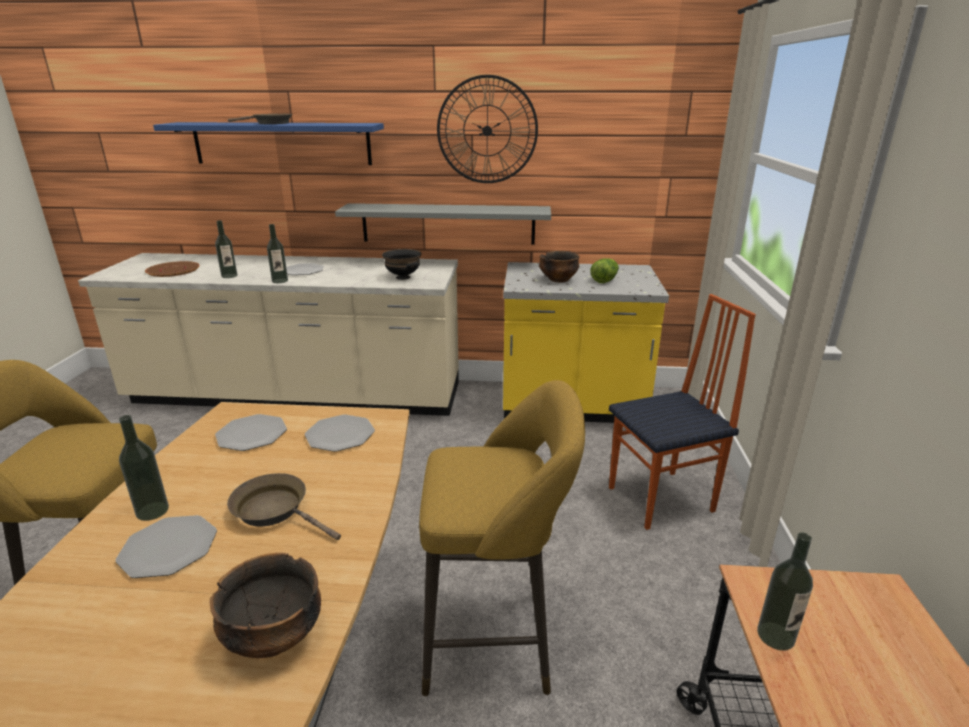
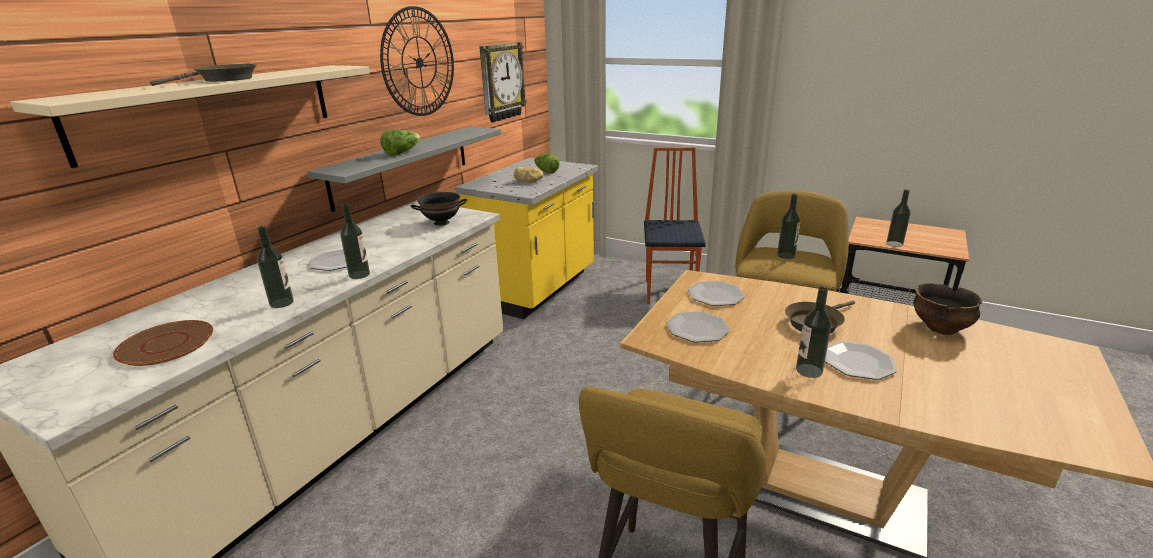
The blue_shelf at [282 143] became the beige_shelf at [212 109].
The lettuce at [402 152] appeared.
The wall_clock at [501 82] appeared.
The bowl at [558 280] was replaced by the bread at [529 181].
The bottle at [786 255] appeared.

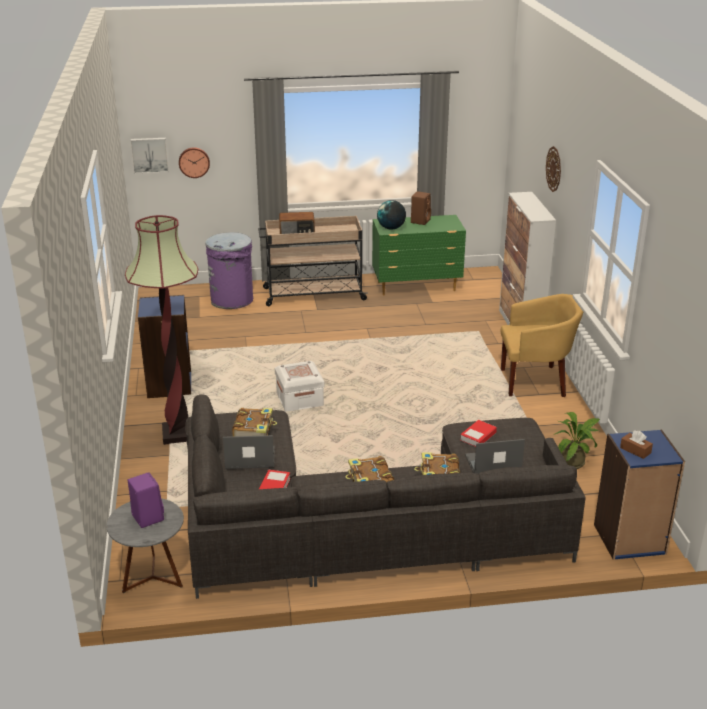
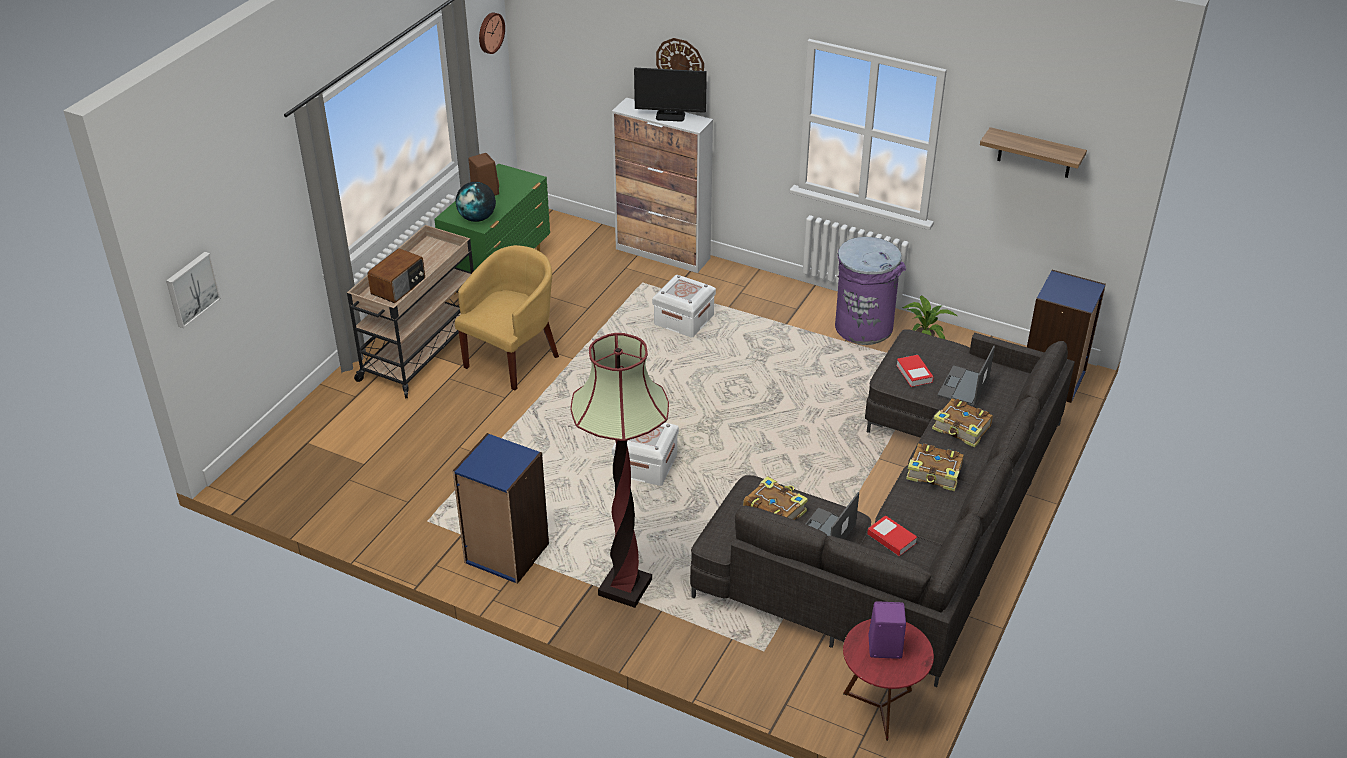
The yellow_armchair moved from [535 382] to [512 359].
The wall_clock moved from [194 162] to [490 32].
The monitor at [670 116] appeared.
The white_storage_box at [684 320] appeared.
The purple_trash_can moved from [232 300] to [863 326].
The grey_side_table at [152 578] became the red_side_table at [880 708].
The shelf at [1035 153] appeared.
The brown_tissue_box at [635 450] disappeared.

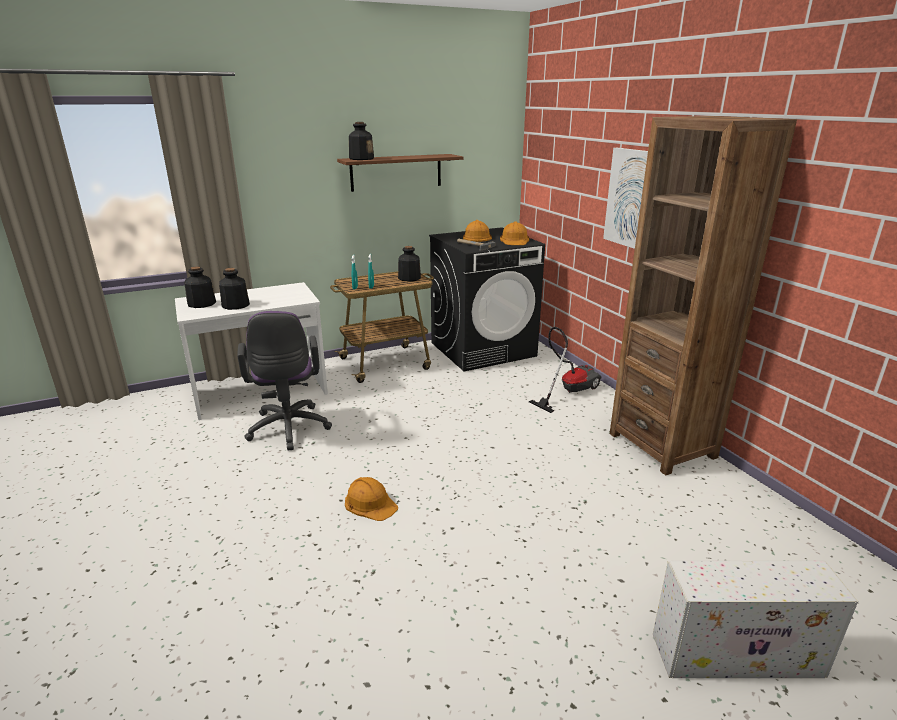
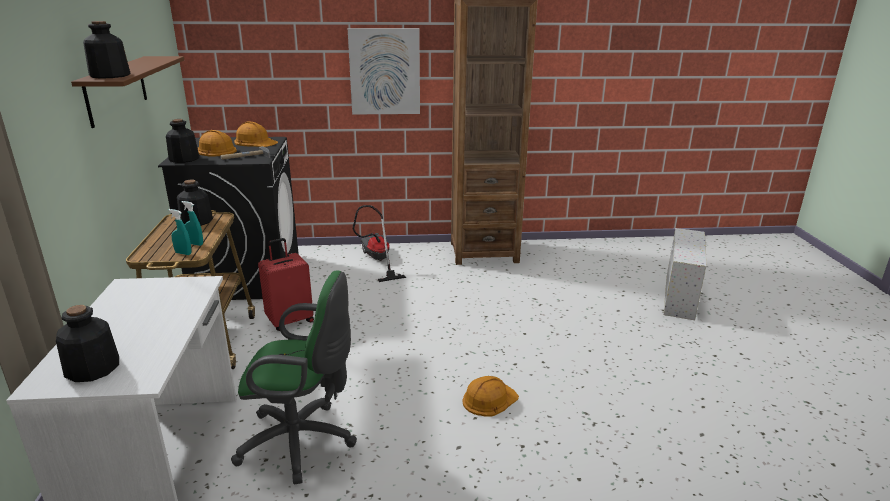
The bottle moved from [235 305] to [184 159].
The purple_office_chair at [289 430] became the green_office_chair at [302 442].
The red_suitcase at [290 321] appeared.

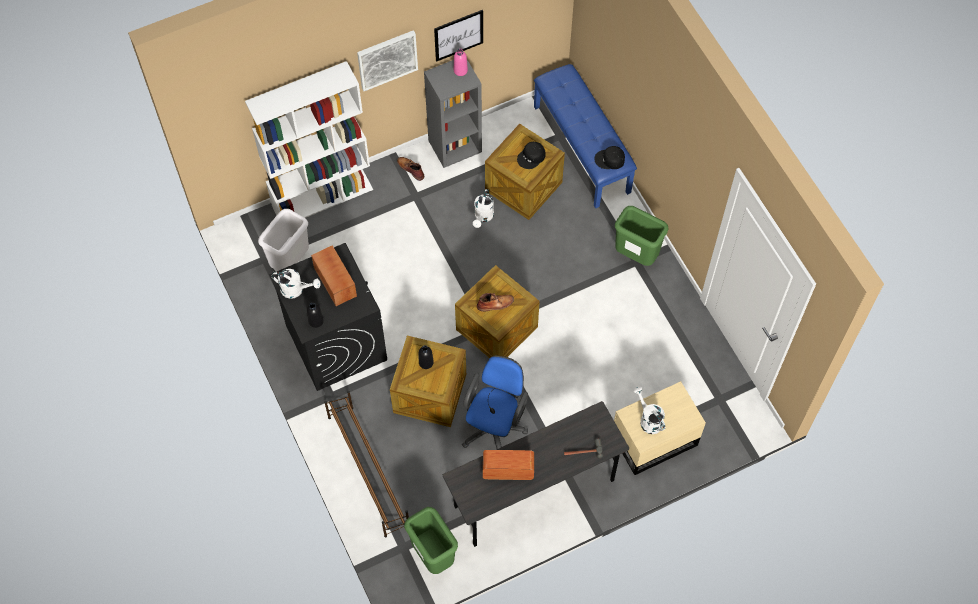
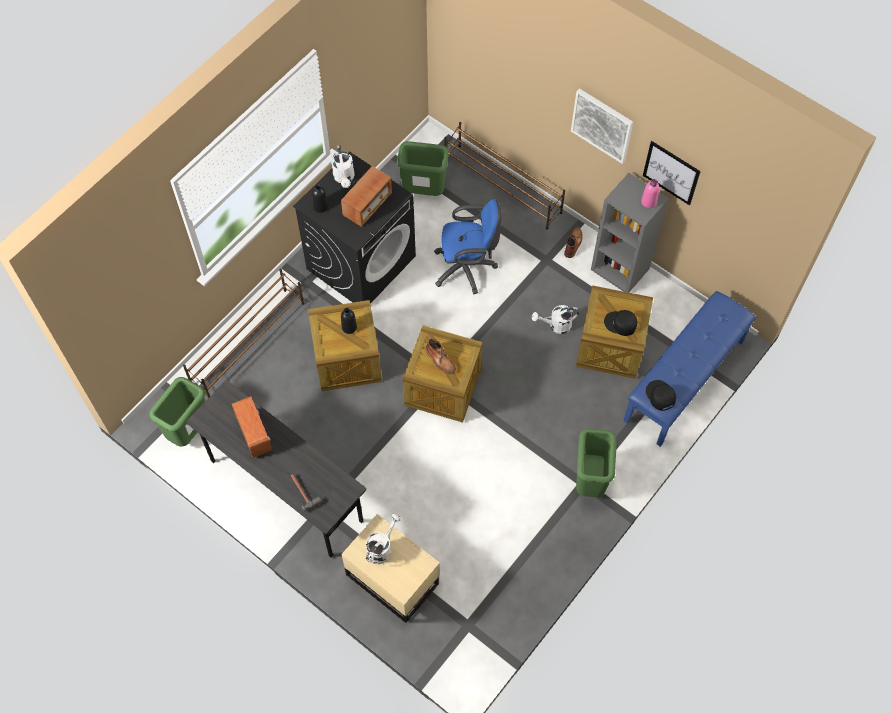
The white_trash_can at [290 260] became the green_trash_can at [424 191].
The blue_office_chair moved from [495 426] to [467 268].
The white_bookcase at [322 197] was replaced by the brown_shoe_rack at [502 187].

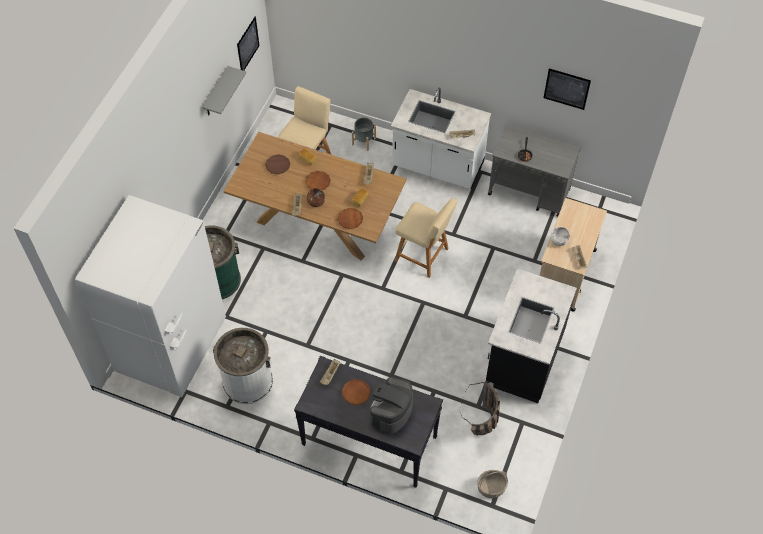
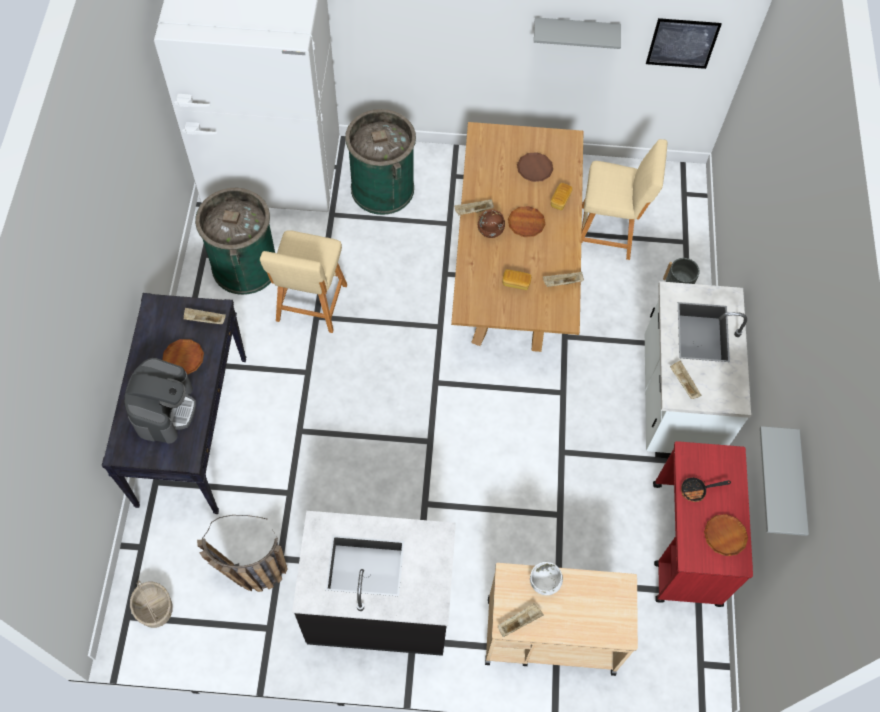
The coffee_machine at [390 411] turned 90 degrees clockwise.
The white_trash_can at [247 381] became the green_trash_can at [245 266].
The beige_stool moved from [424 256] to [310 306].
The grey_cart at [529 192] became the red_cart at [686 544].
The brown_plate moved from [350 219] to [724 536].
The picture at [566 89] was replaced by the grey_shelf at [797 488].

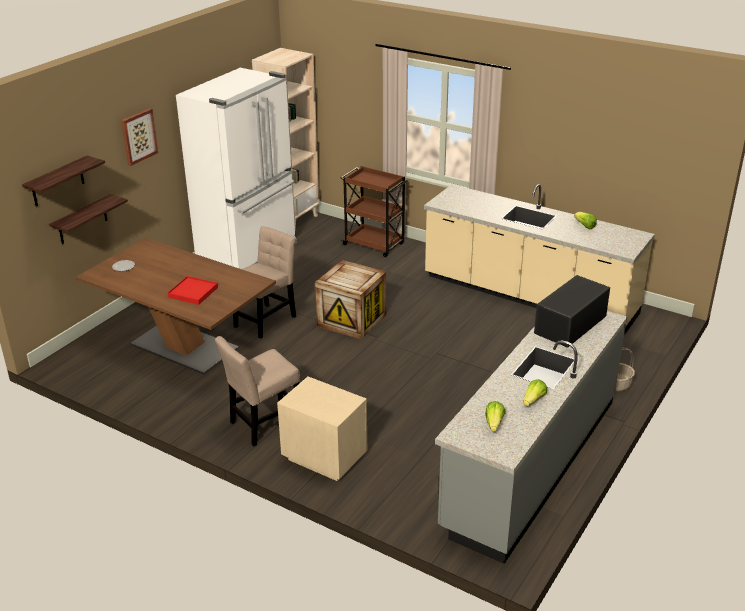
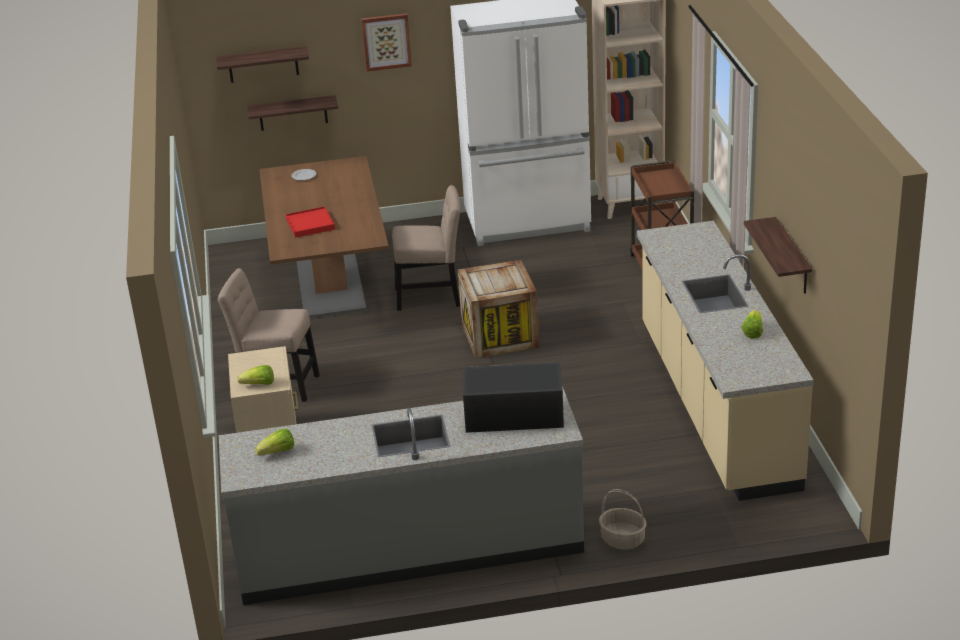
The lettuce moved from [533 400] to [259 384].
The shelf at [792 257] appeared.

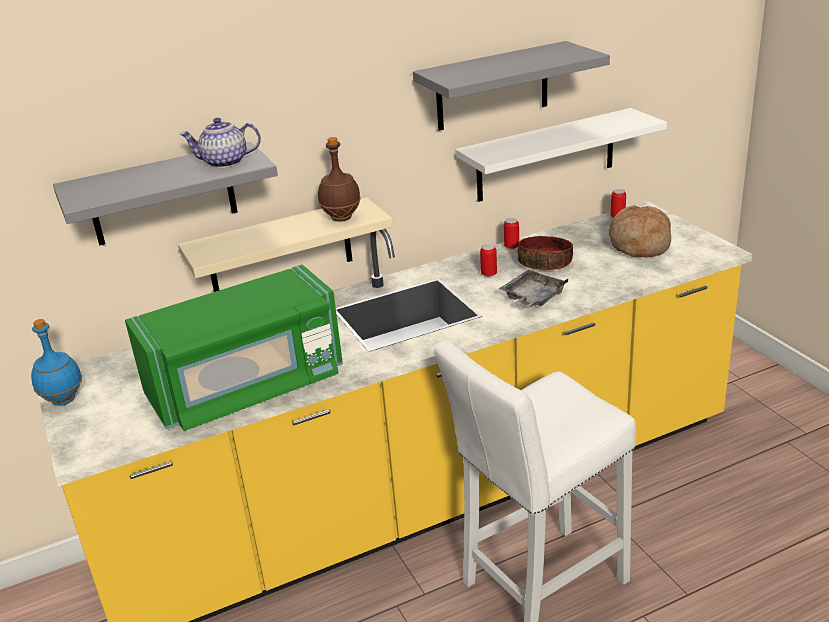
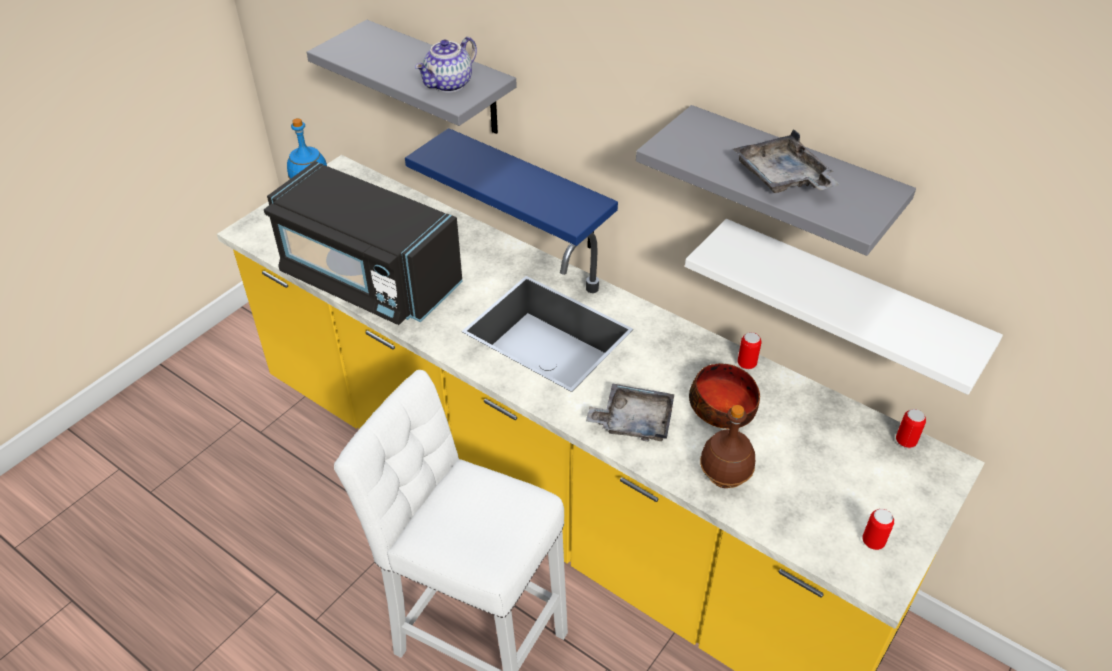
The green_microwave at [247 387] became the black_microwave at [368 279].
The beige_shelf at [280 249] became the blue_shelf at [530 191].
The teapot at [224 163] turned 105 degrees counterclockwise.
The brown_bottle moved from [341 218] to [723 478].
The grey_tray at [782 178] appeared.
The can moved from [489 274] to [873 542].
The bread at [639 244] disappeared.

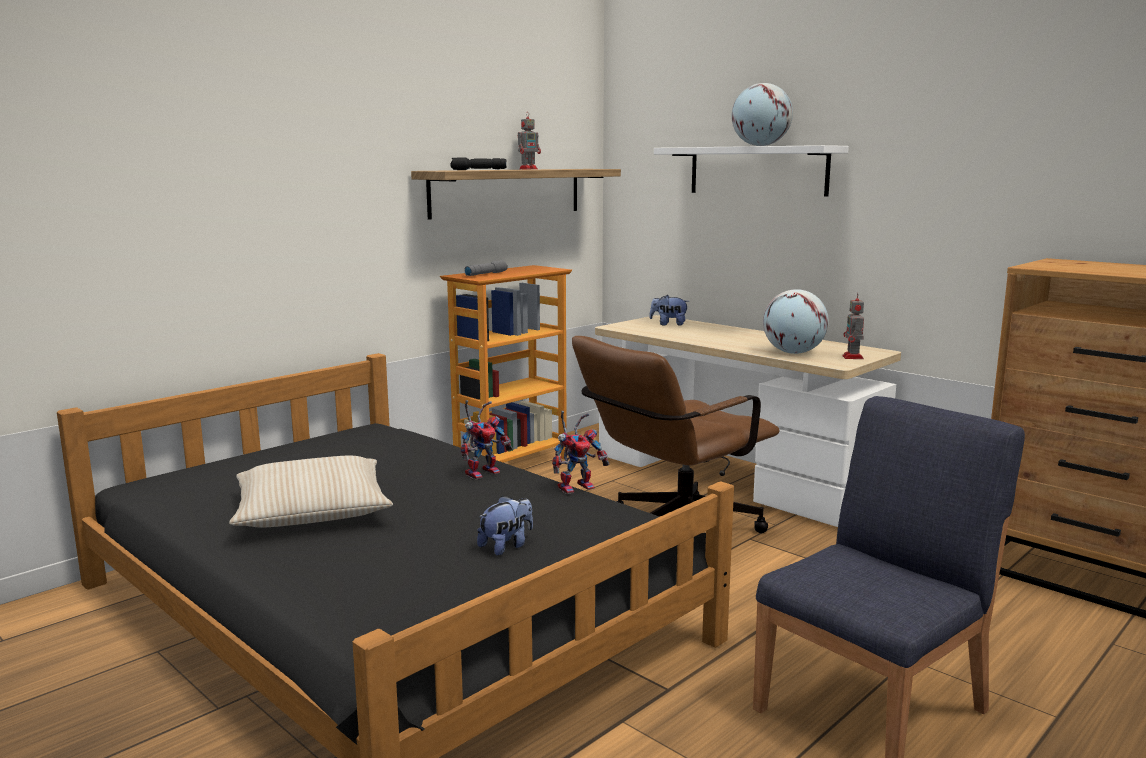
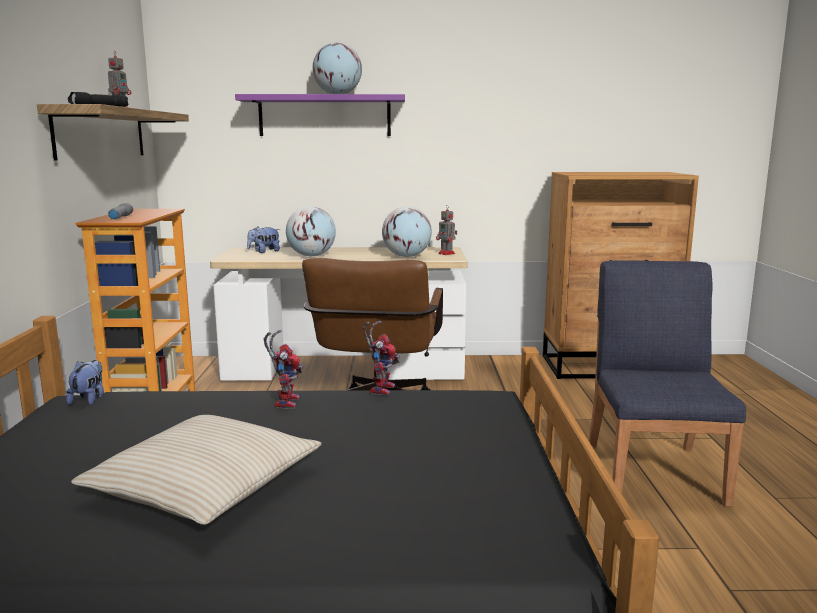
The plush_toy moved from [506 546] to [89 399].
The white_shelf at [757 170] became the purple_shelf at [324 116].
The globe at [311 256] appeared.

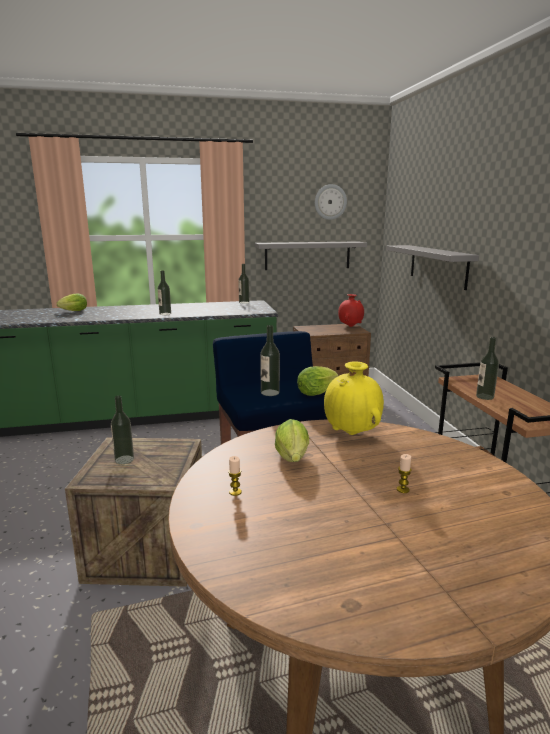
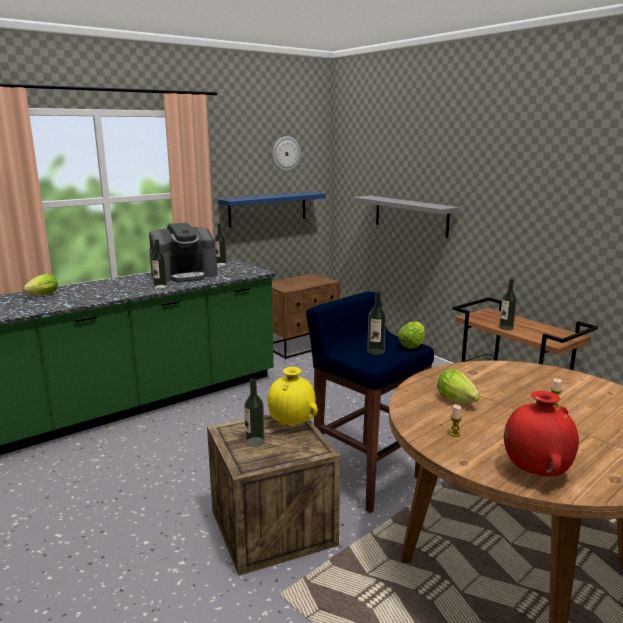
The coffee_machine at [184 275] appeared.
The grey_shelf at [307 255] became the blue_shelf at [268 209].
The yellow_vase moved from [352 433] to [292 425].
The red_vase moved from [350 326] to [535 472].

